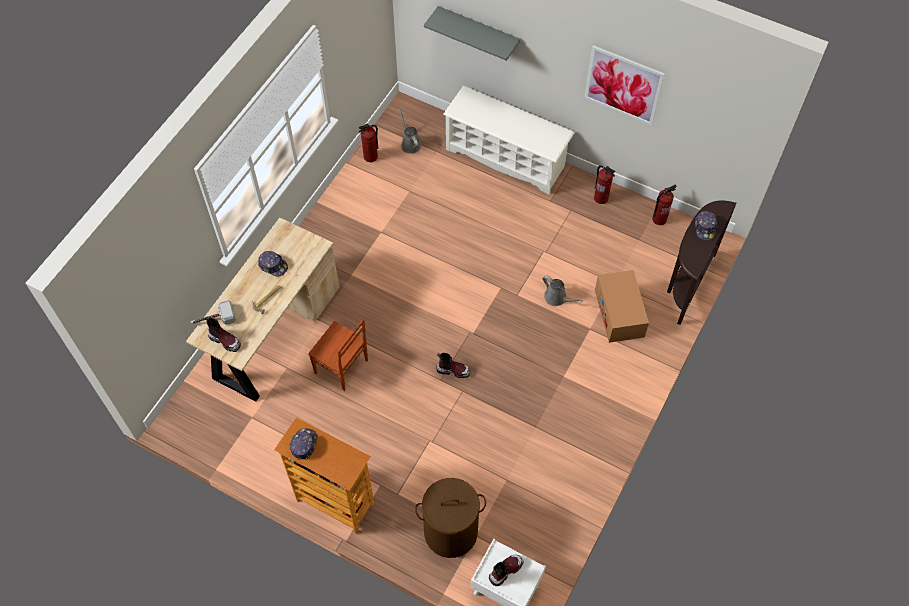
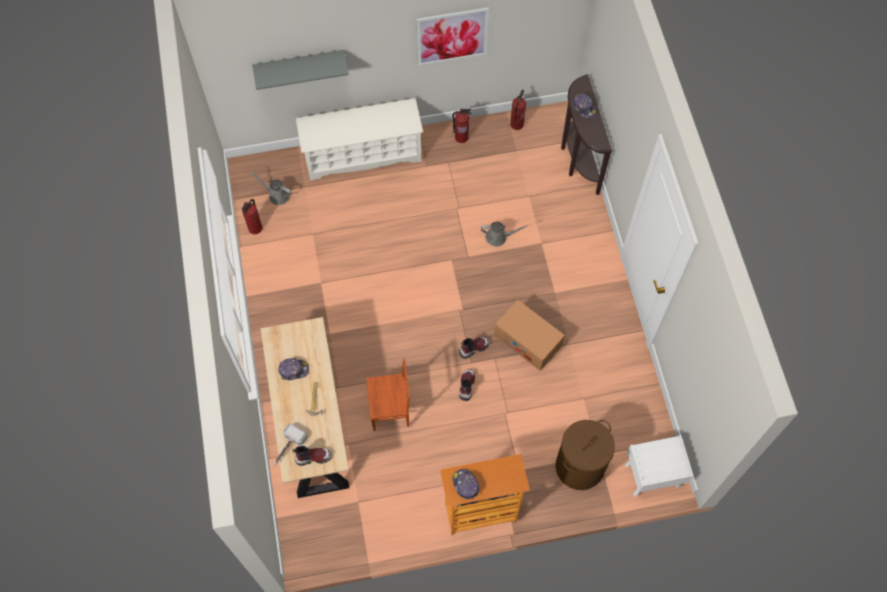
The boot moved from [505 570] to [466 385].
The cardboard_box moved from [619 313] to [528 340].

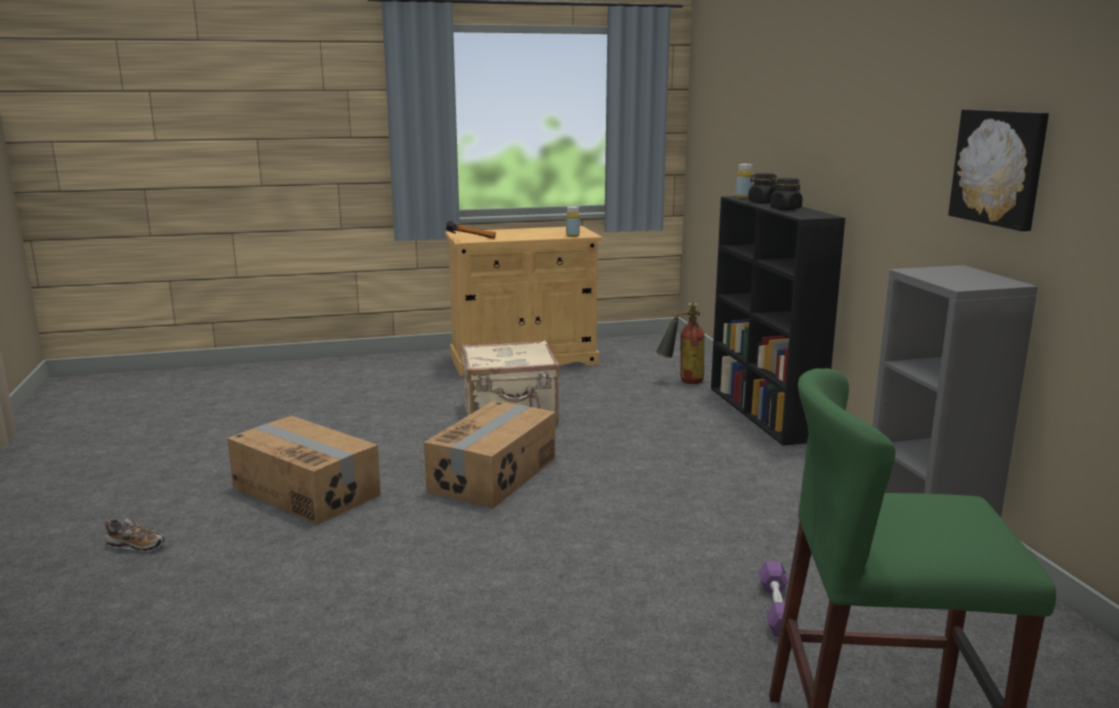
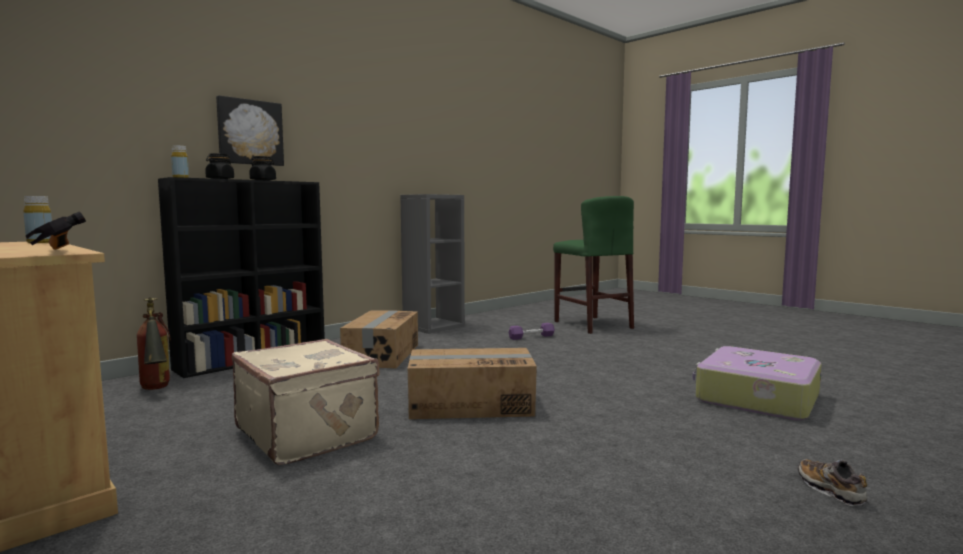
The picture moved from [1000 167] to [250 132].
The cardboard_box moved from [307 491] to [381 355].
The suitcase at [755 398] appeared.

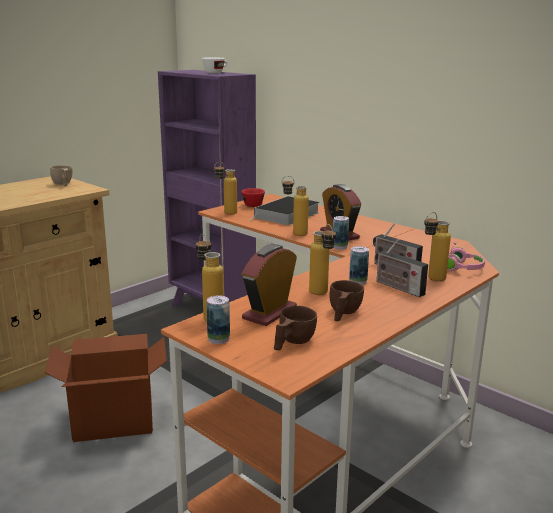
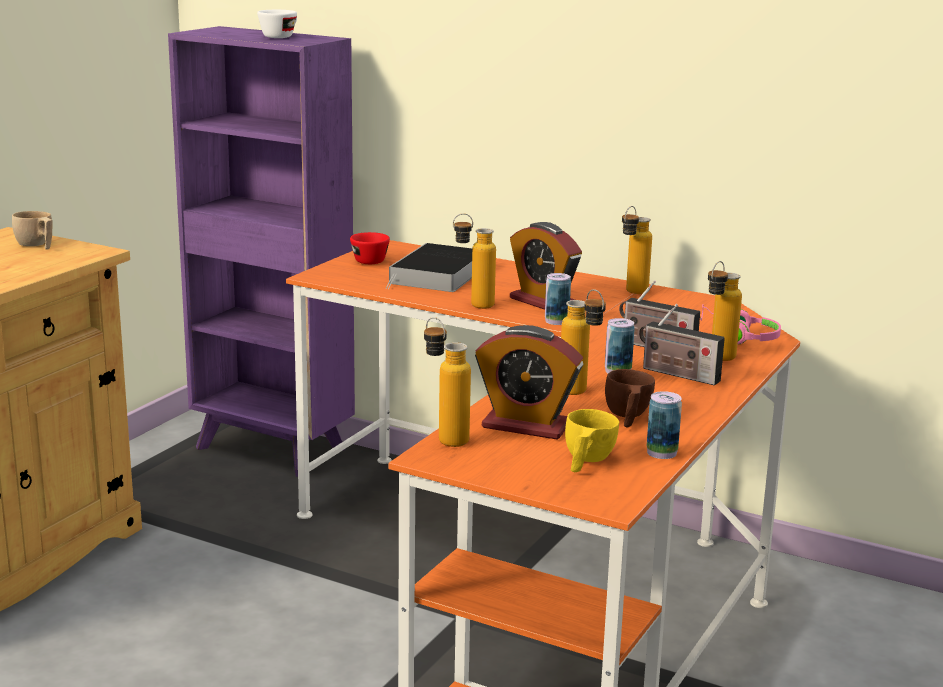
The alarm_clock at [269 313] turned 90 degrees counterclockwise.
The brown_cup at [292 343] became the yellow_cup at [585 461].
The bottle moved from [226 214] to [631 293].
The can moved from [218 339] to [661 453].
The cardboard_box at [113 420] disappeared.

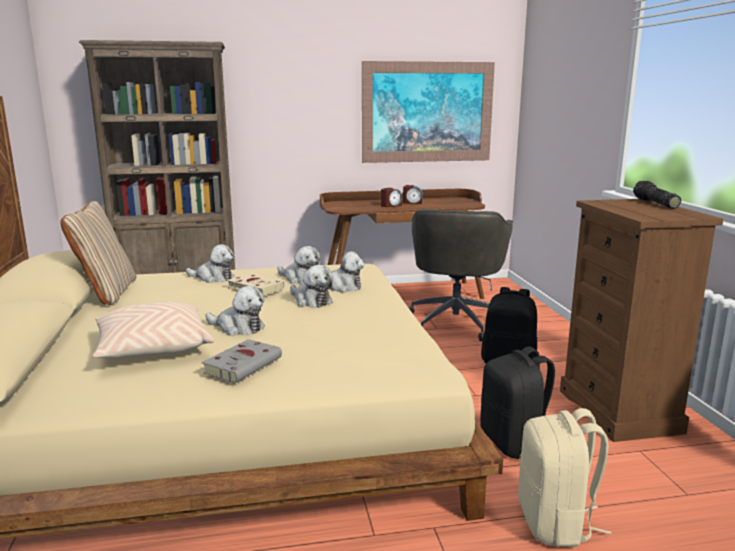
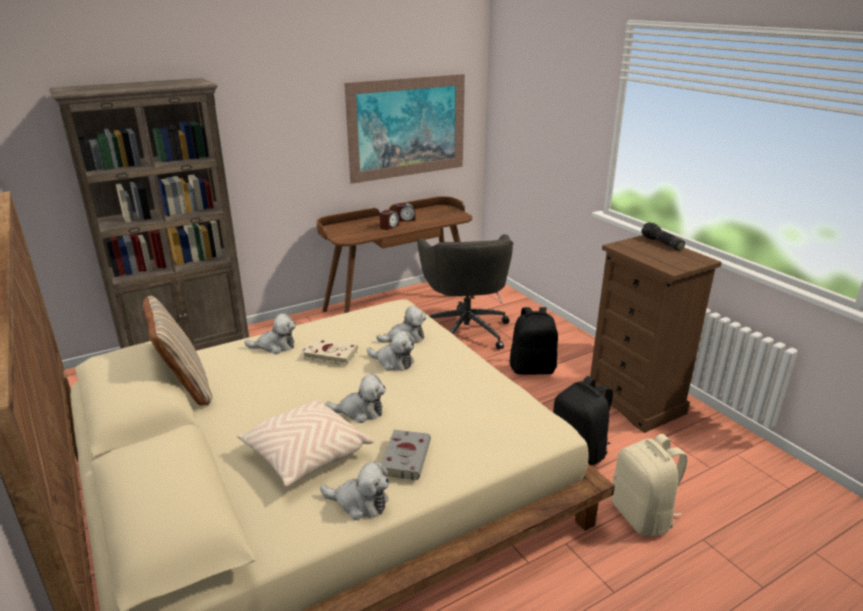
The plush_toy moved from [300 279] to [359 502].

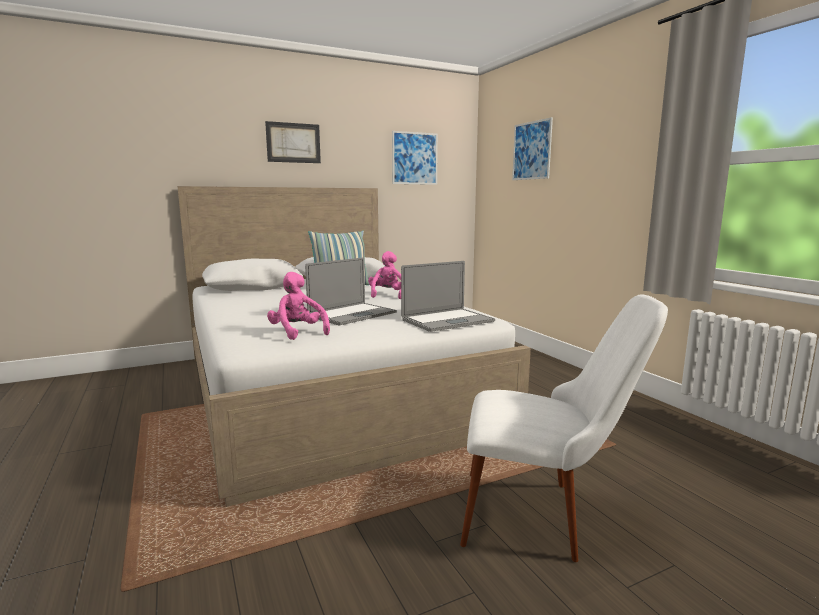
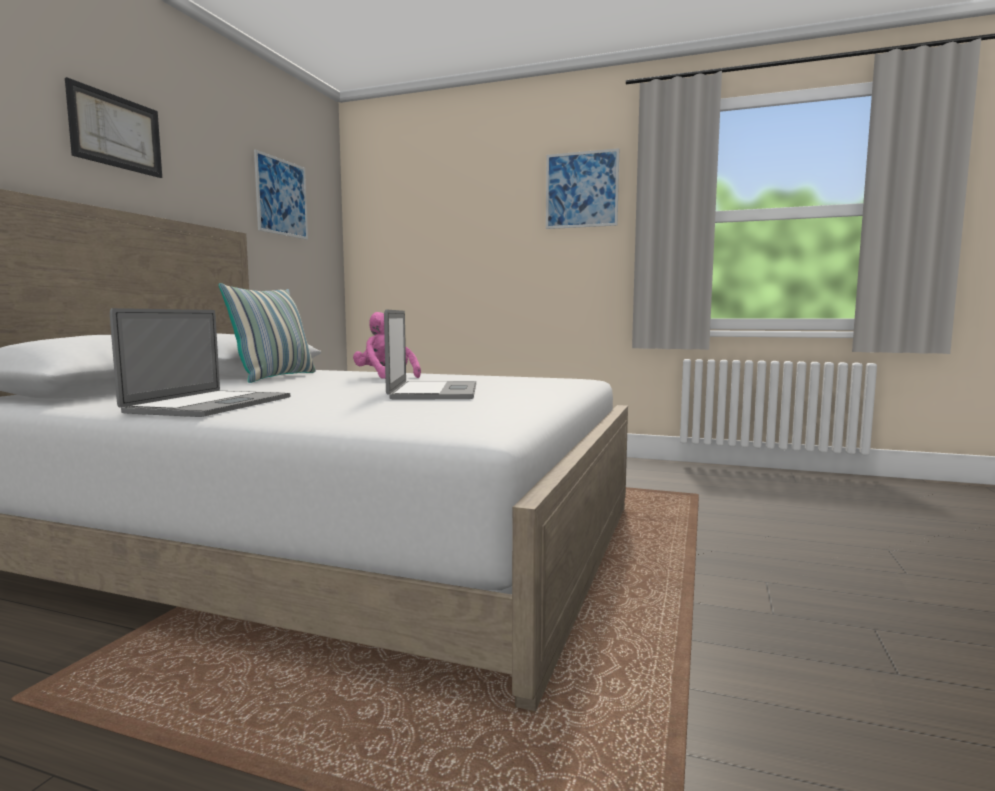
The laptop moved from [447 320] to [211 404].
The picture moved from [531 150] to [581 190].
The pink_plush_toy at [298 333] disappeared.
The white_chair at [544 516] disappeared.

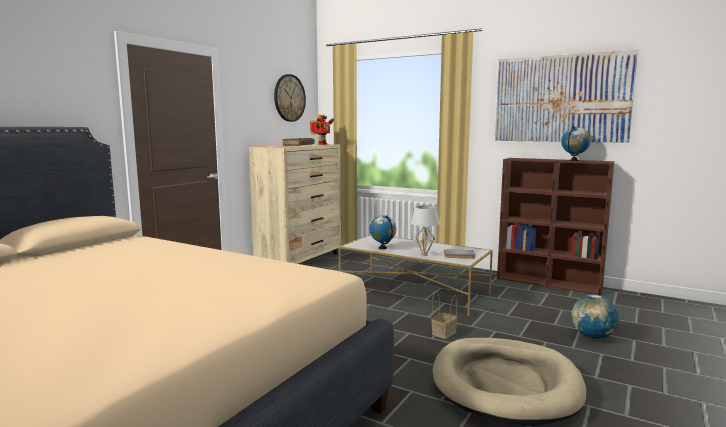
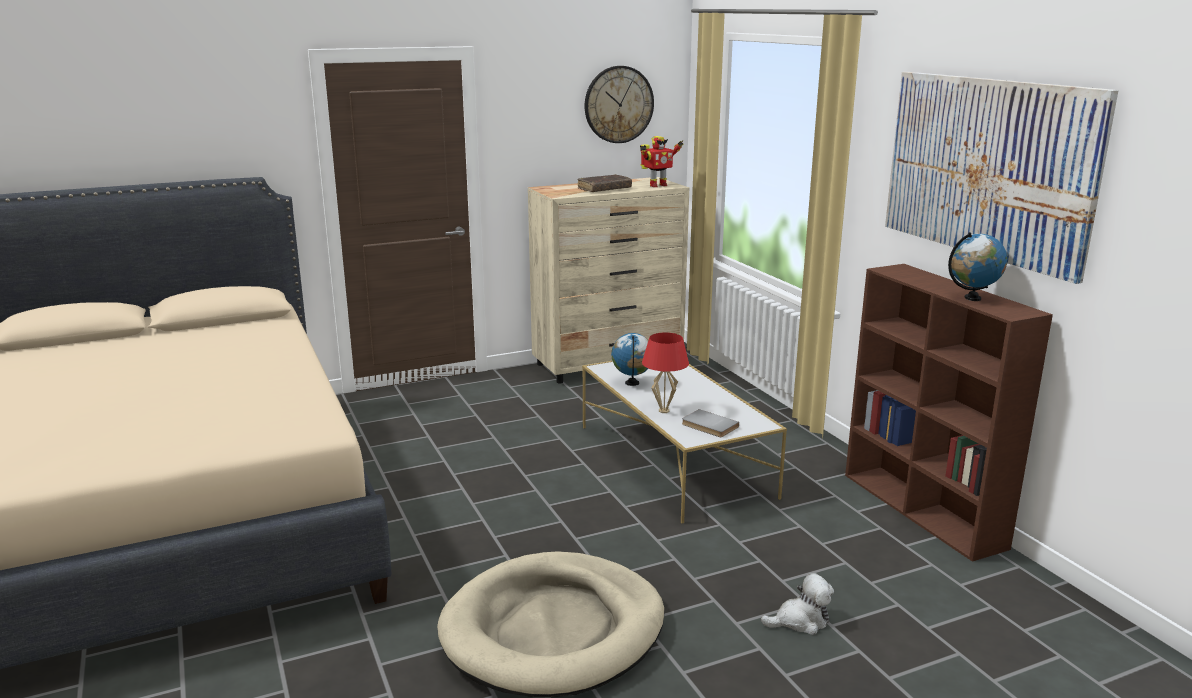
The white_table_lamp at [424 254] became the red_table_lamp at [664 411].
The globe at [593 337] was replaced by the plush_toy at [800 621].
The basket at [444 333] disappeared.

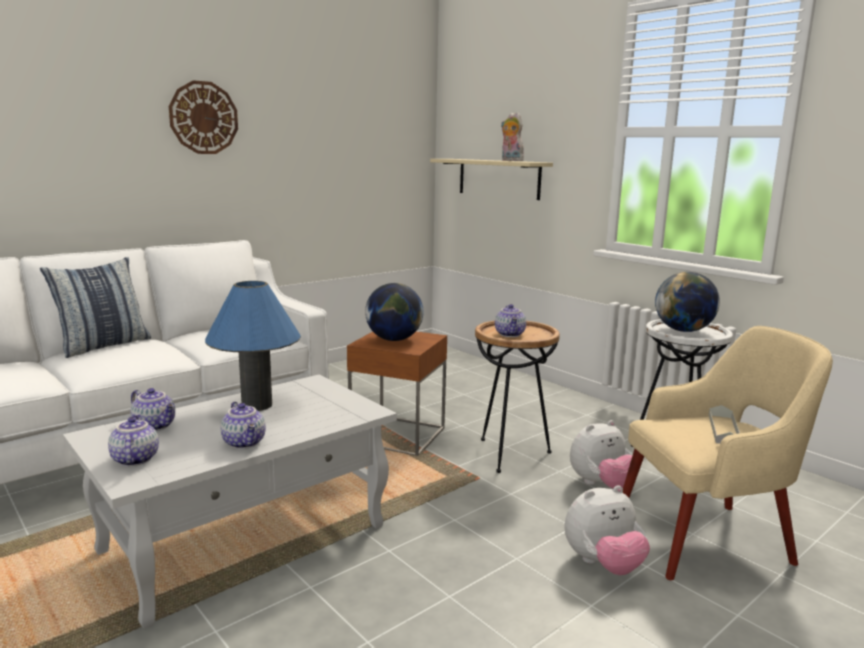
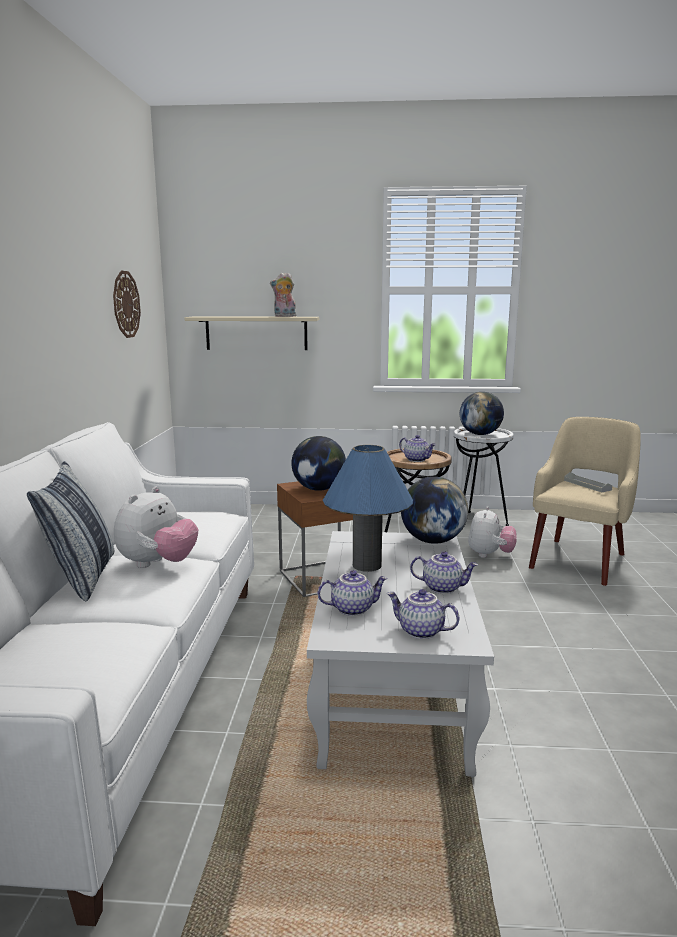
The wall_clock moved from [203 118] to [126 304].
The plush_toy moved from [603 565] to [158 564].
The globe at [432 541] appeared.

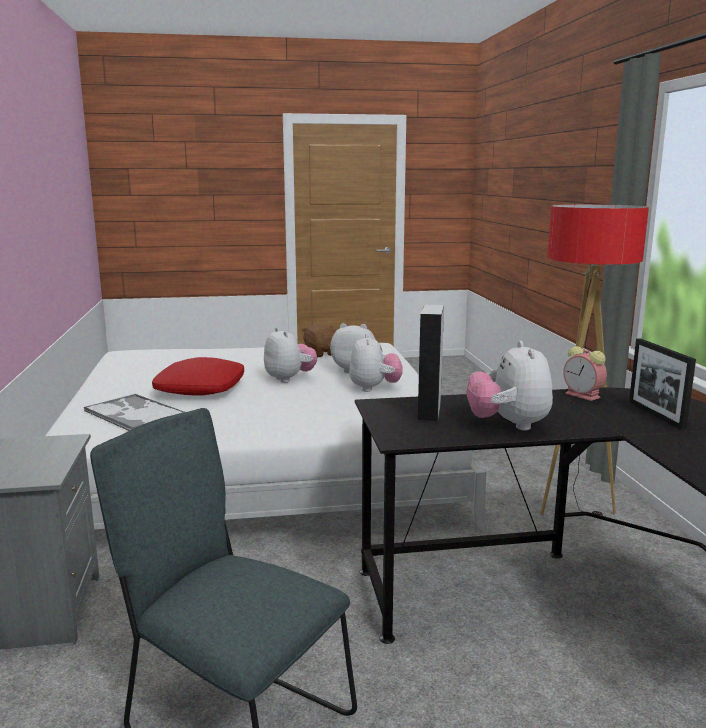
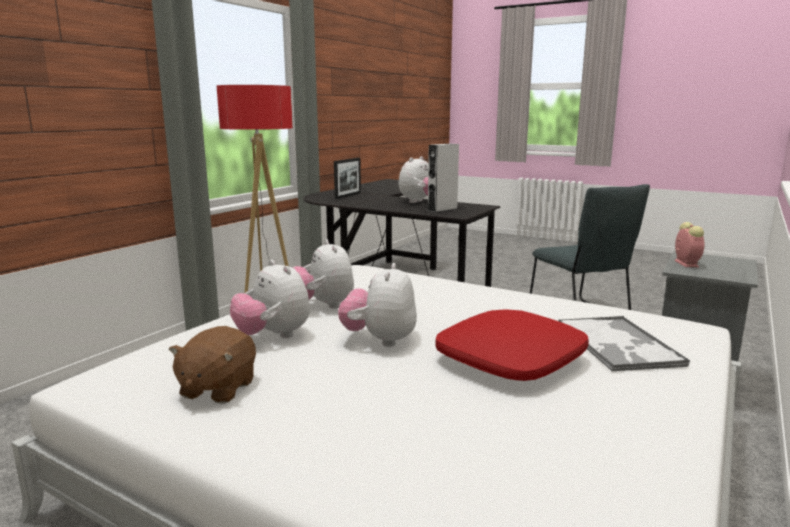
The plush_toy at [374 388] turned 60 degrees counterclockwise.
The alarm_clock moved from [584 396] to [685 263].

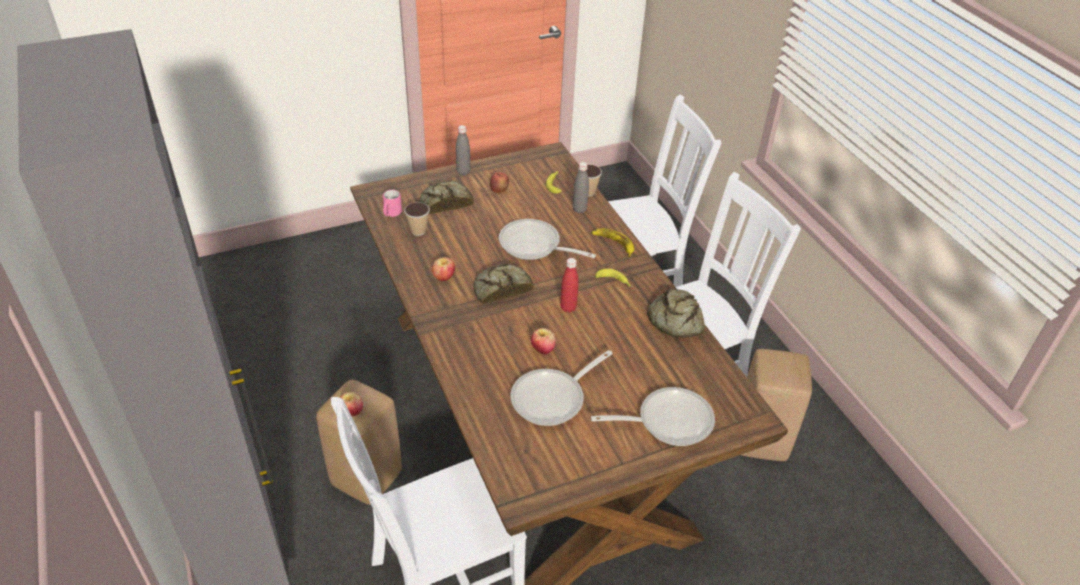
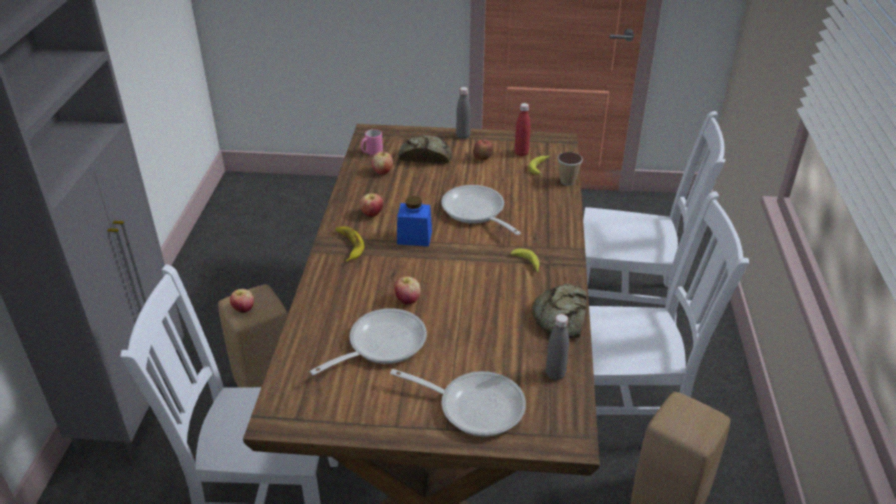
The frying_pan at [553 398] turned 150 degrees clockwise.
The banana moved from [613 243] to [349 245].
The cup at [418 231] was replaced by the apple at [382 172].
The bread at [501 288] was replaced by the blue_jar at [414 237].
The red_bottle moved from [568 308] to [521 153].
The grey_bottle moved from [579 209] to [555 374].

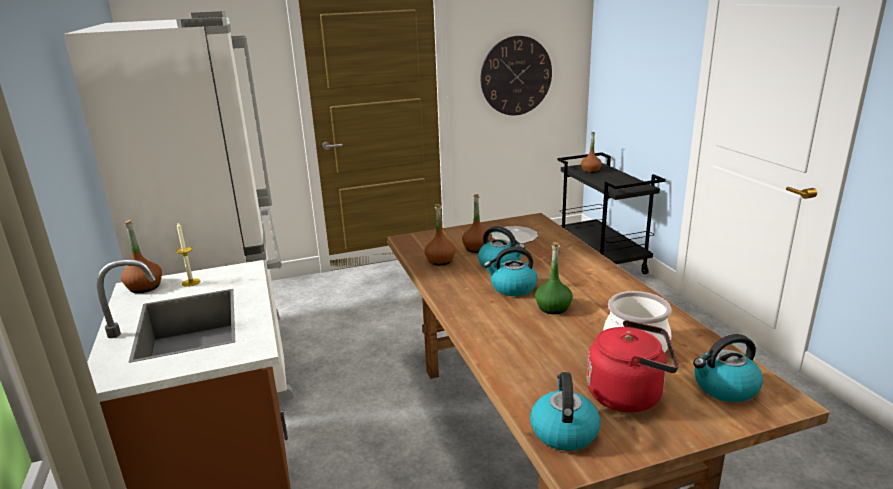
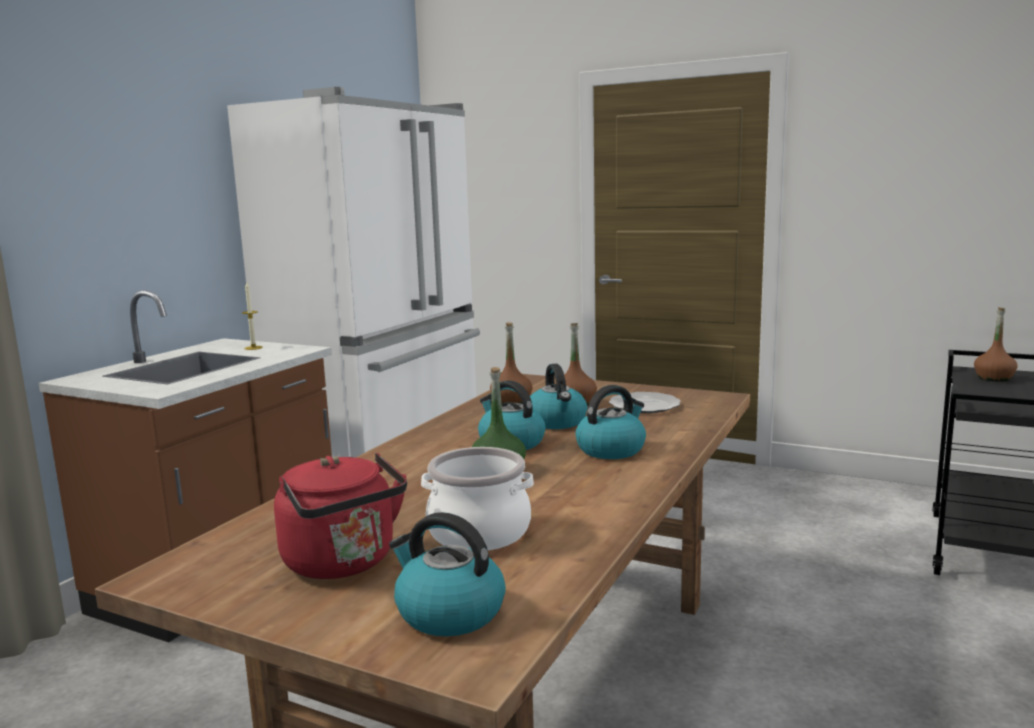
The kettle moved from [563 431] to [611 449].
The brown_bottle at [144 287] disappeared.
The wall_clock at [516 76] disappeared.

